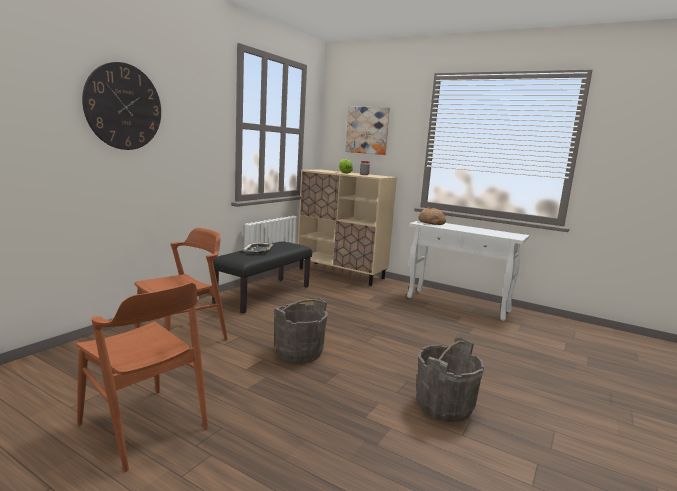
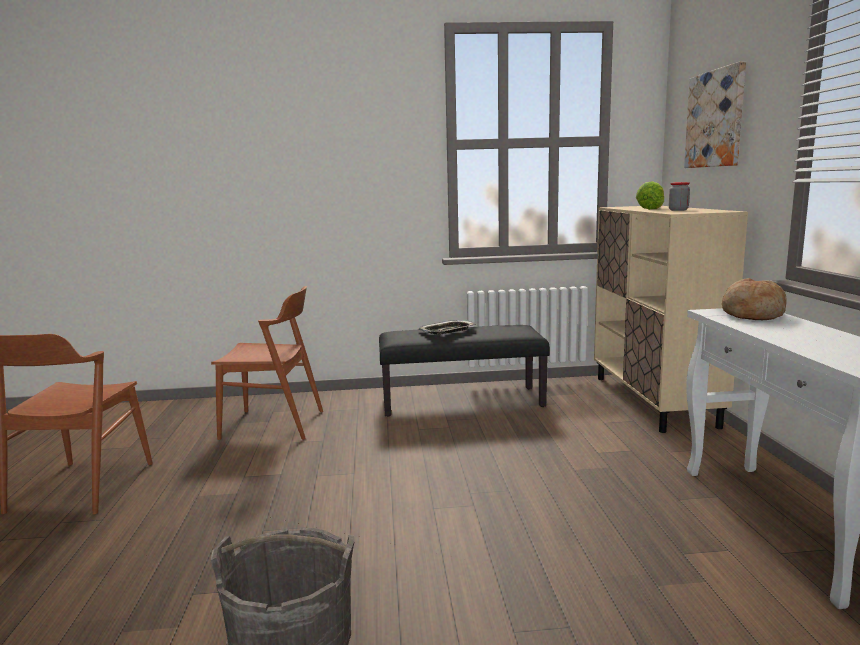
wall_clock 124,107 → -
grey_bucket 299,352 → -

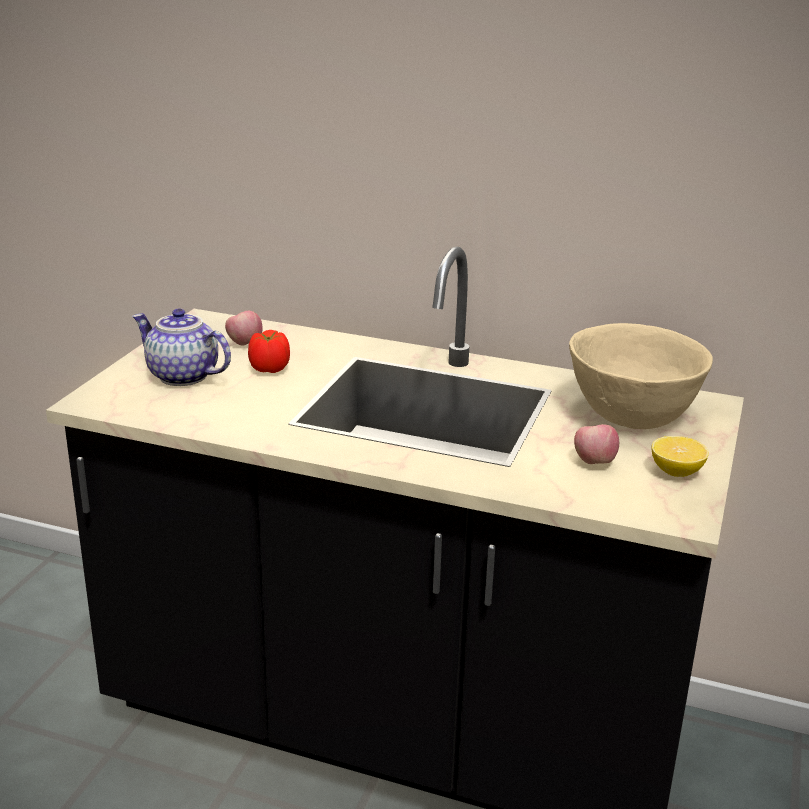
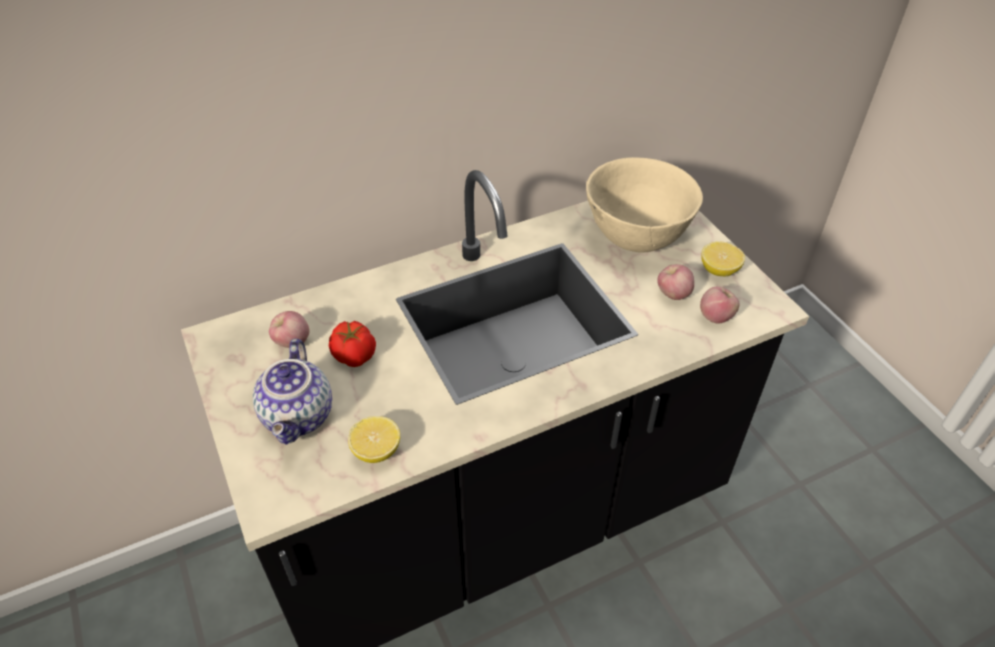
teapot 181,376 → teapot 300,416, 75 degrees counterclockwise
- → lemon 376,451
- → apple 715,317

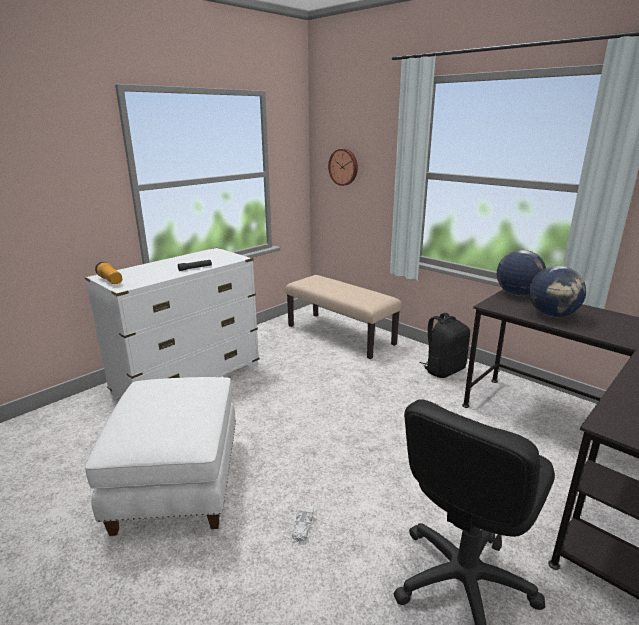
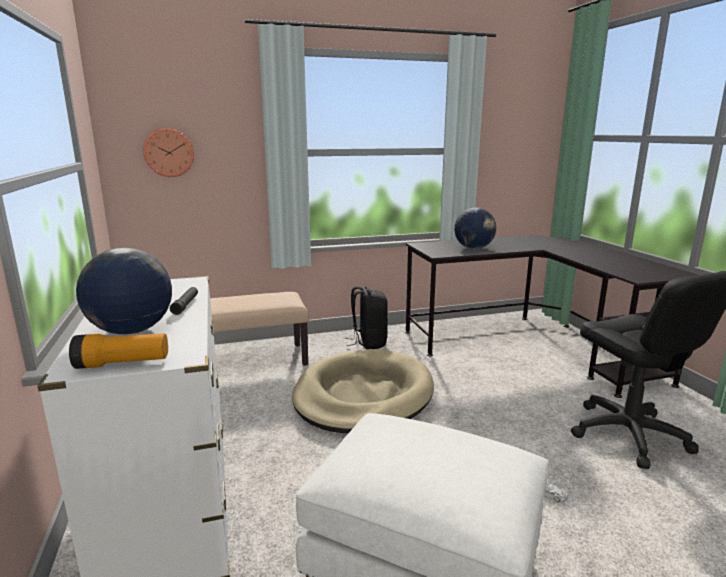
globe 517,294 → globe 131,331, moved
- → beige_dog_bed 363,396

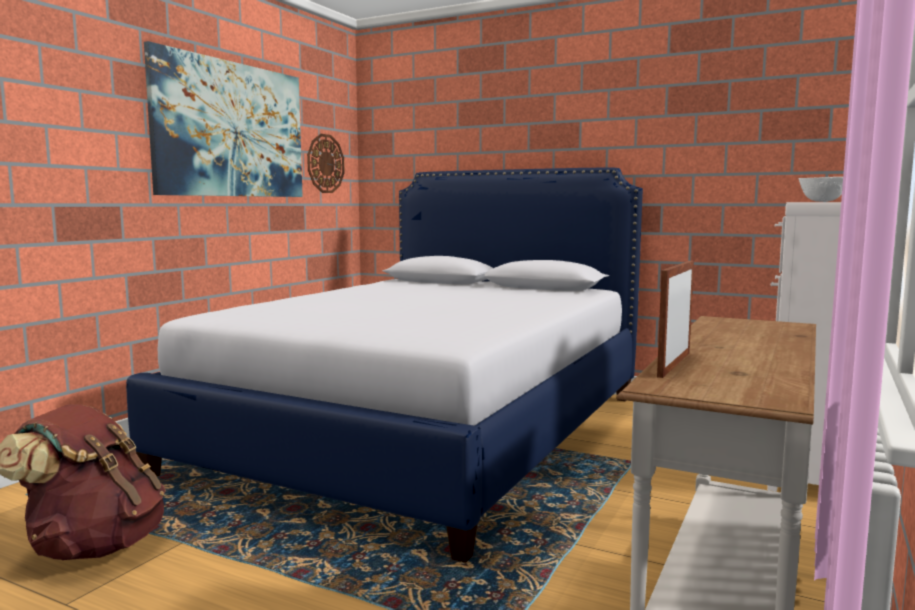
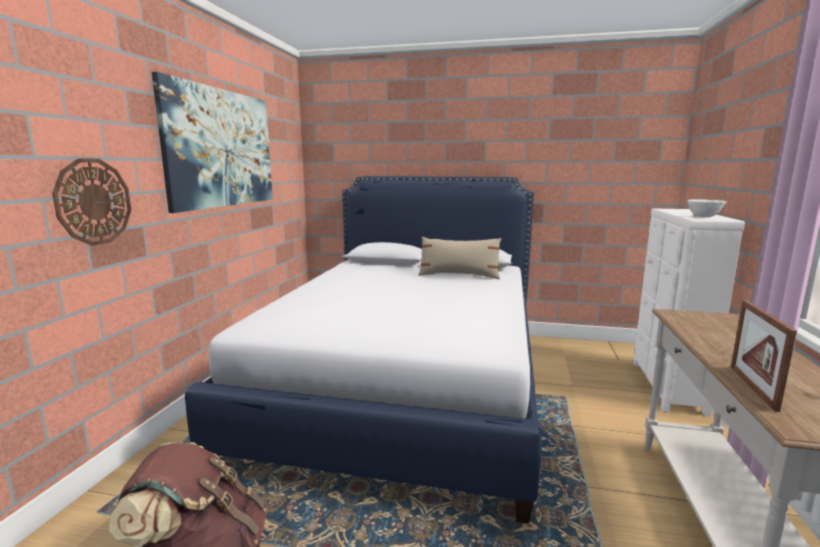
wall_clock 325,163 → wall_clock 93,202, moved
- → beige_pillow 459,276

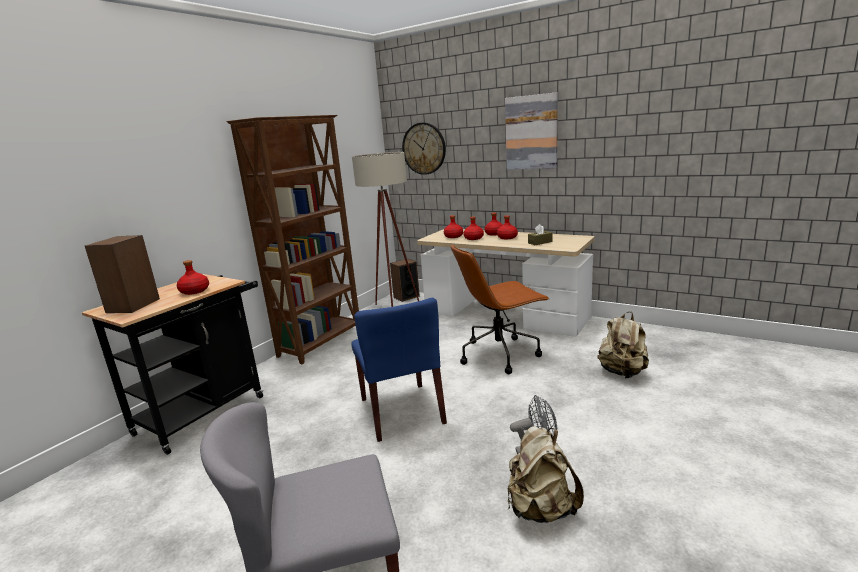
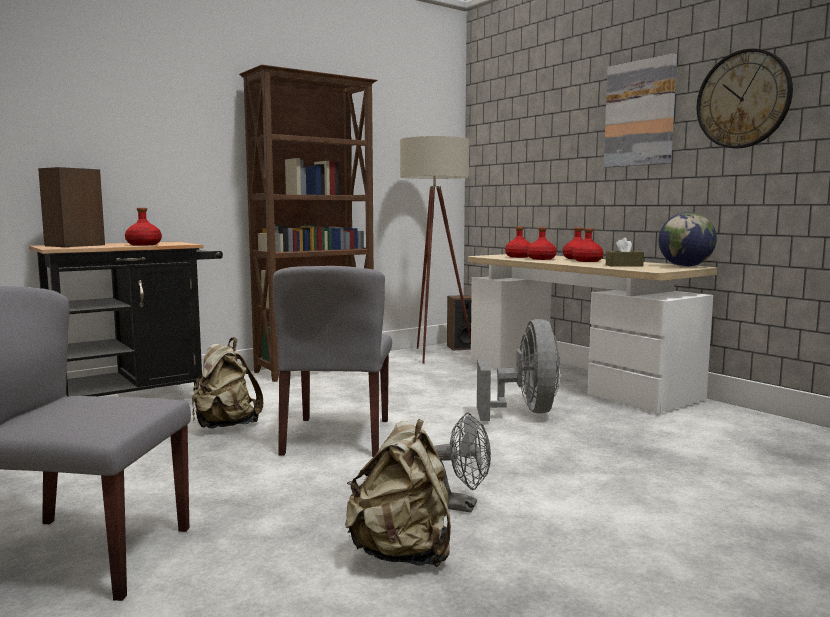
beige_backpack 622,372 → beige_backpack 225,426, moved
blue_chair 402,411 → grey_chair 337,437
brown_office_chair 500,354 → grey_fan 525,412
- → globe 685,266
wall_clock 424,148 → wall_clock 743,99, moved

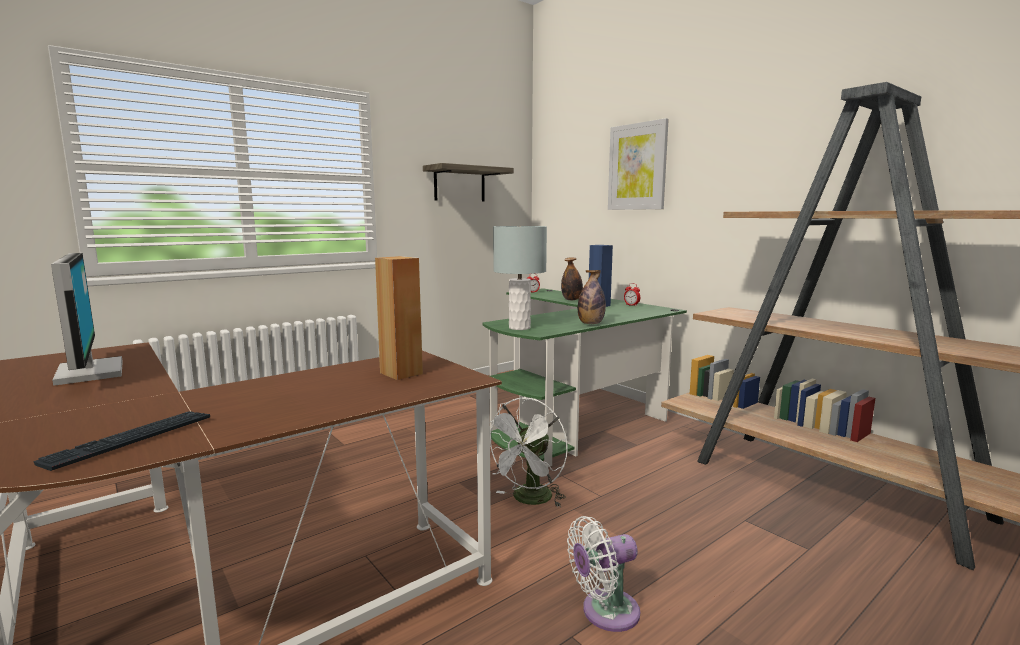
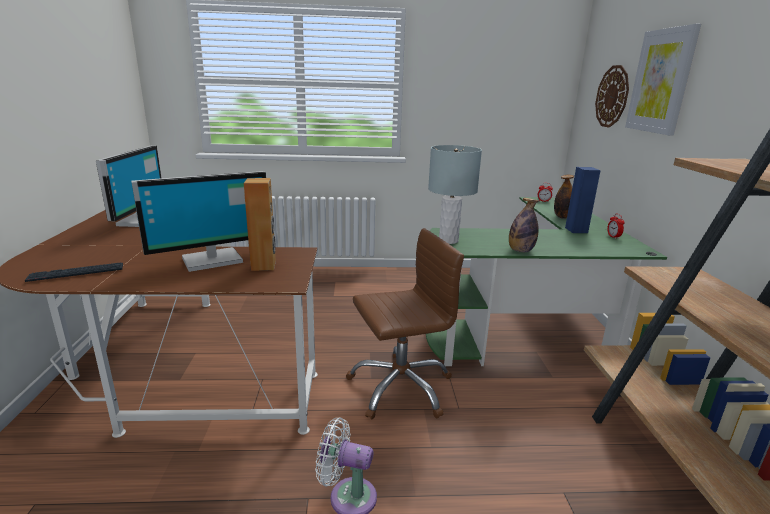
- → monitor 211,259
white_fan 529,500 → brown_office_chair 400,387
- → wall_clock 612,96
shelf 459,184 → -

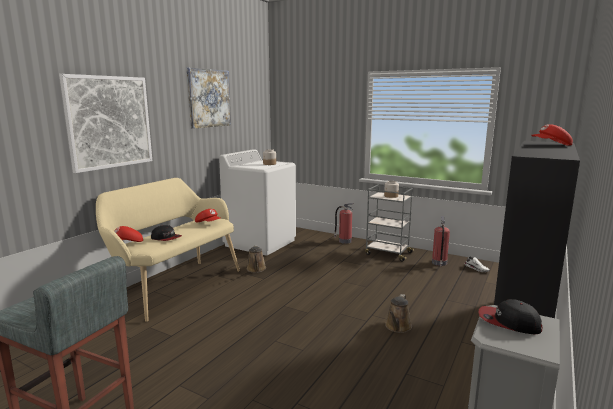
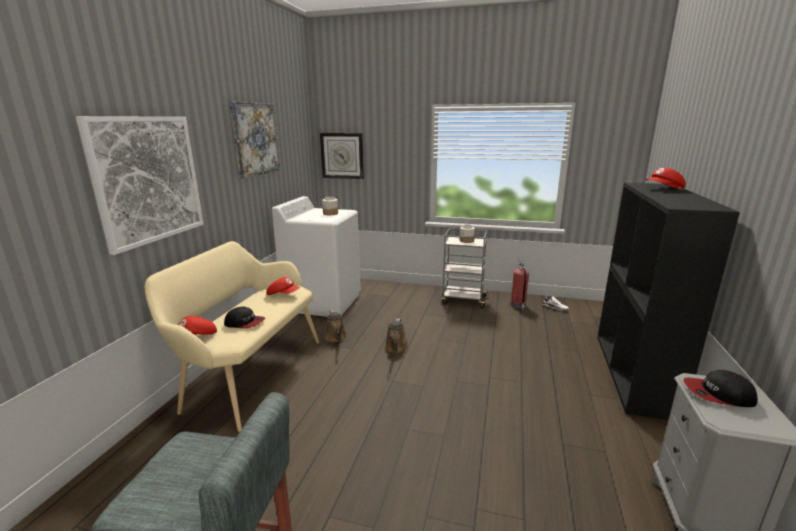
- → wall_clock 342,155
brown_watering_can 397,327 → brown_watering_can 396,348, moved
fire_extinguisher 344,241 → -

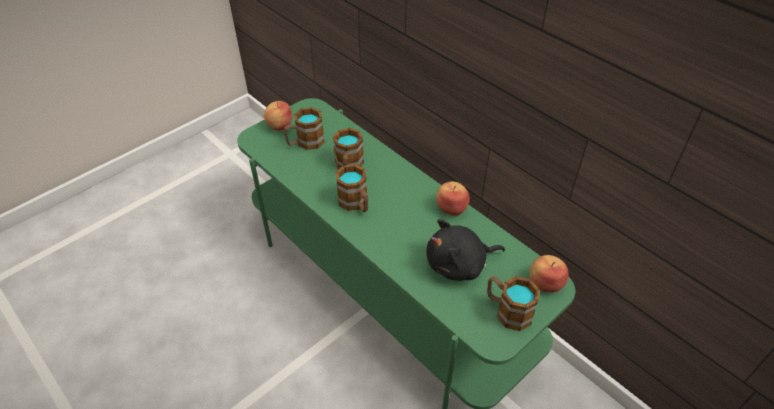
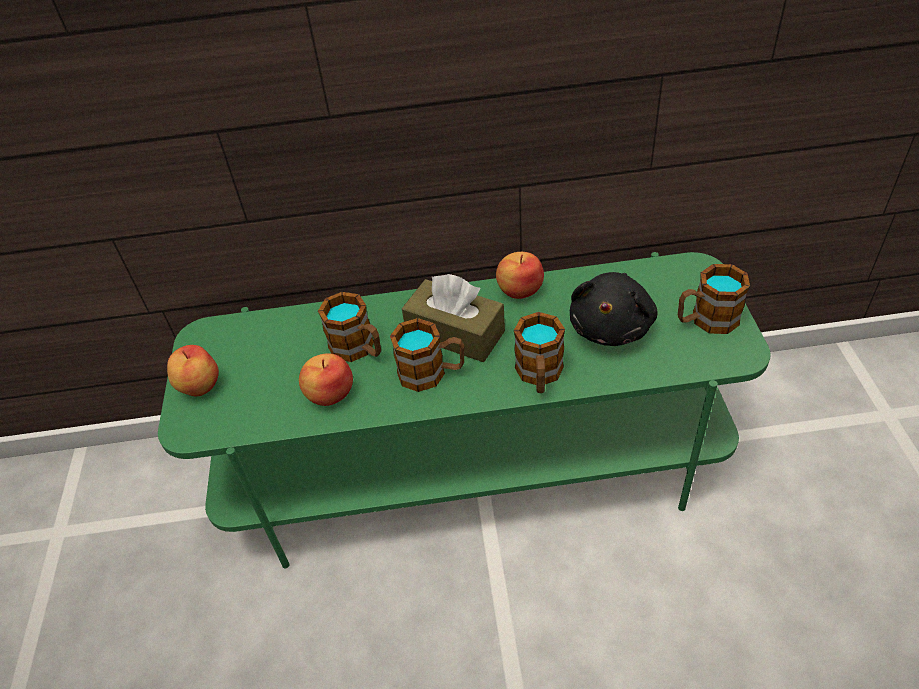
apple 545,283 → apple 330,393, moved
- → brown_tissue_box 455,333
mug 305,143 → mug 539,375, moved

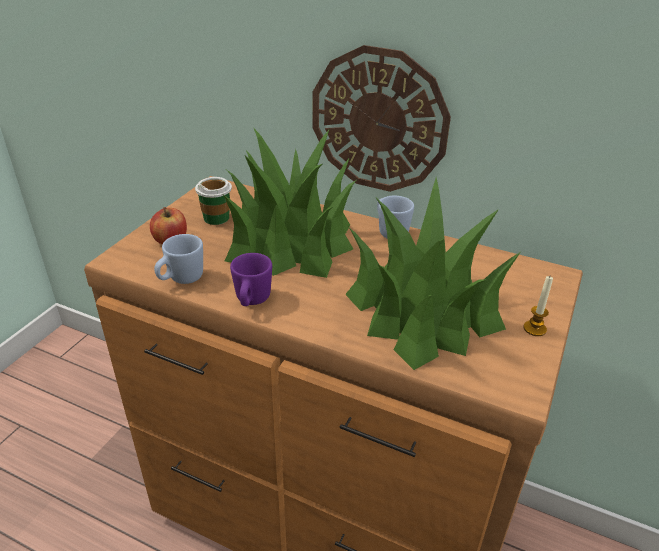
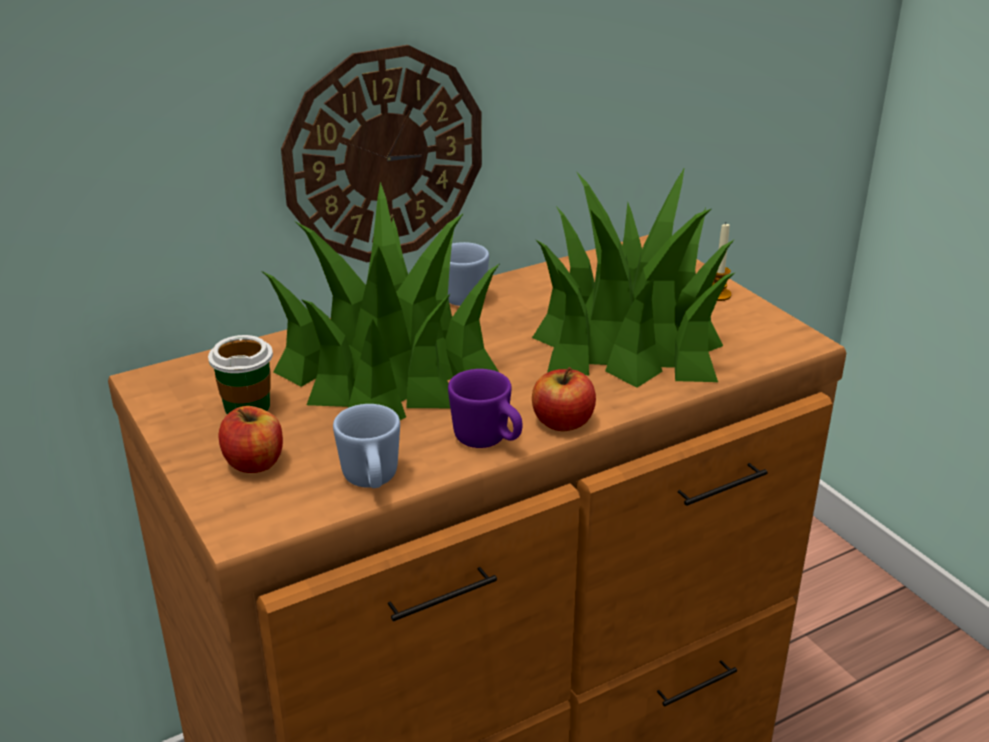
- → apple 562,422

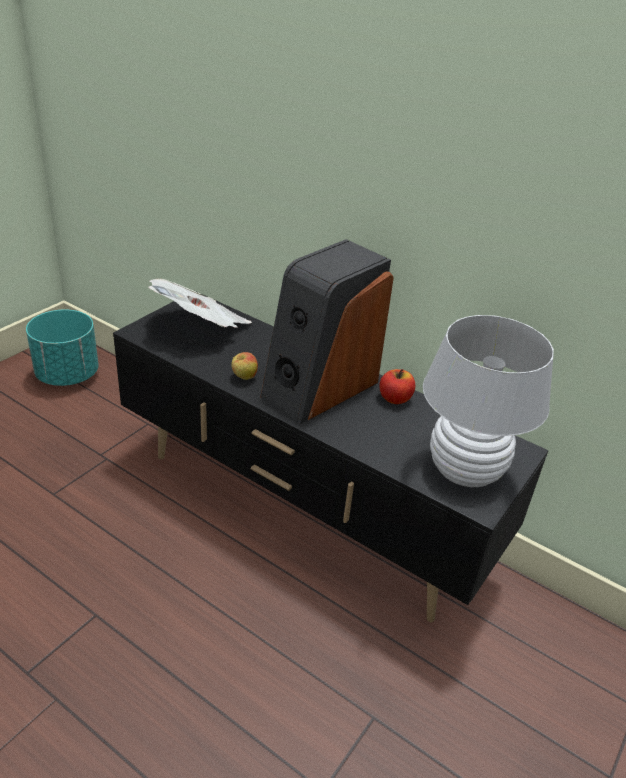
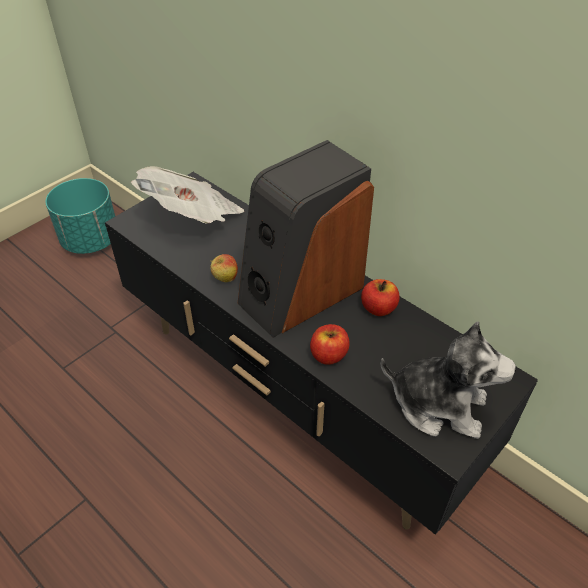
- → apple 328,355
white_table_lamp 464,471 → plush_toy 438,404

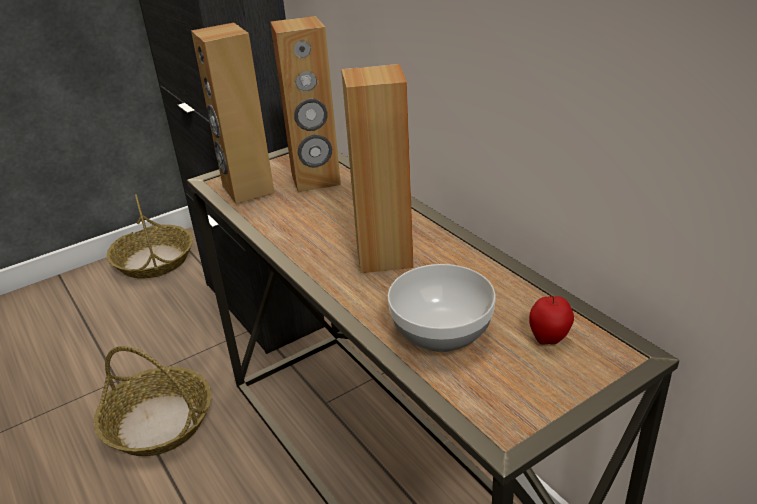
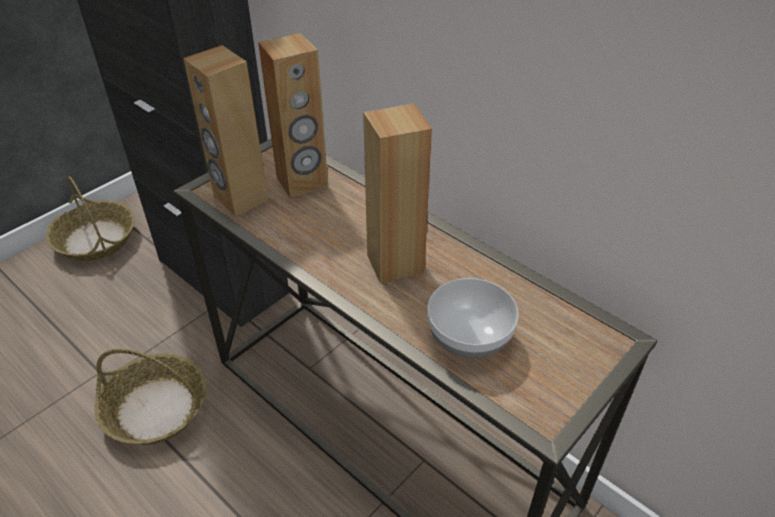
apple 549,339 → -

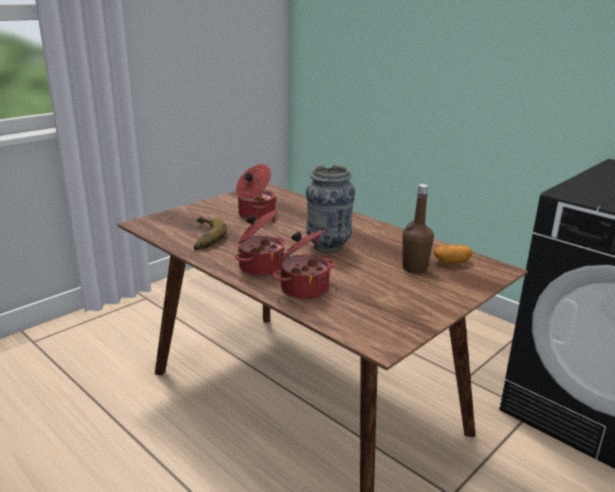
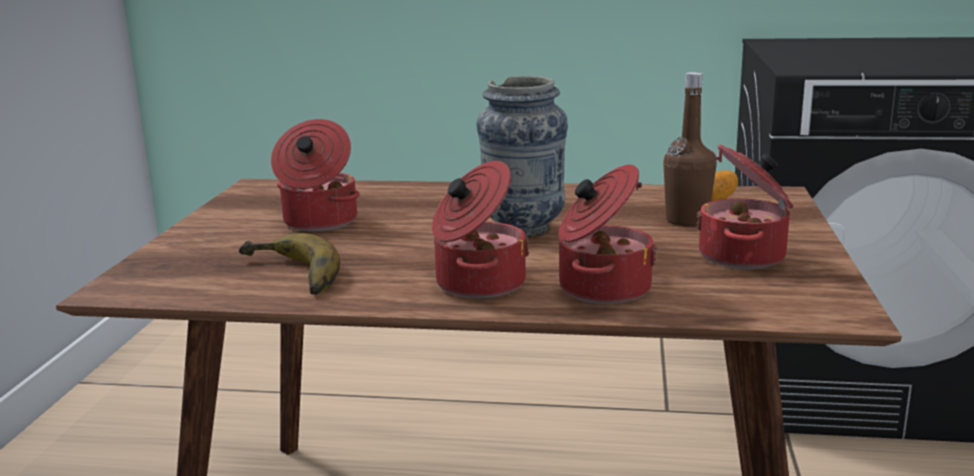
- → cooking_pot 744,256

